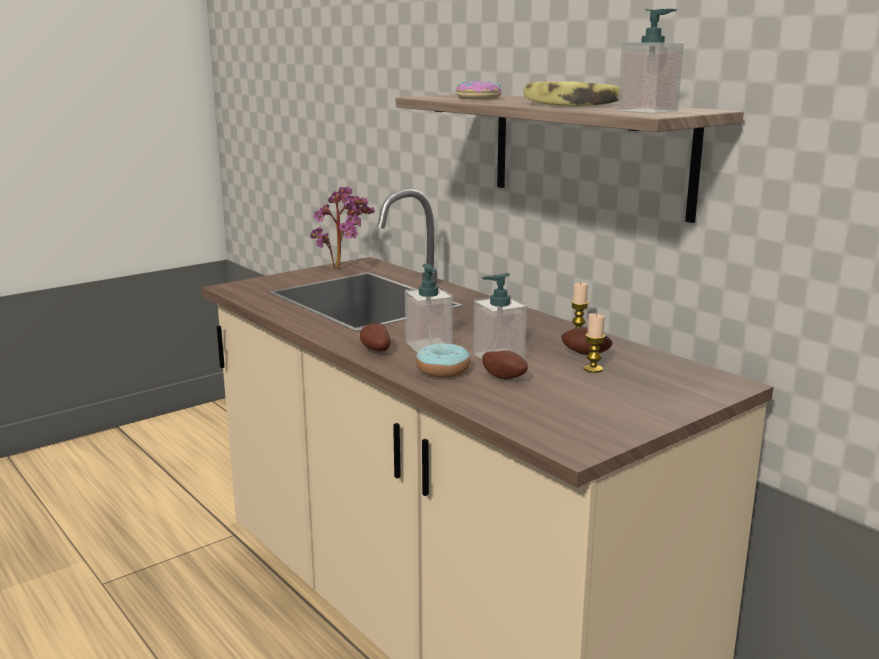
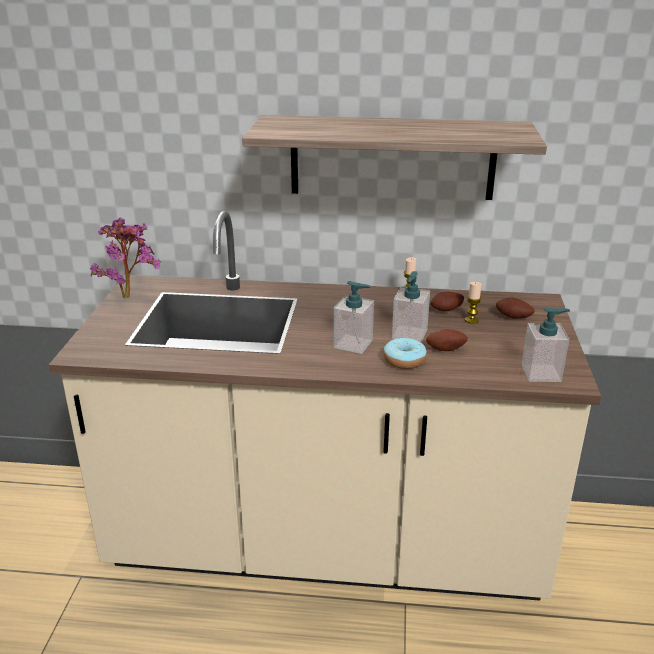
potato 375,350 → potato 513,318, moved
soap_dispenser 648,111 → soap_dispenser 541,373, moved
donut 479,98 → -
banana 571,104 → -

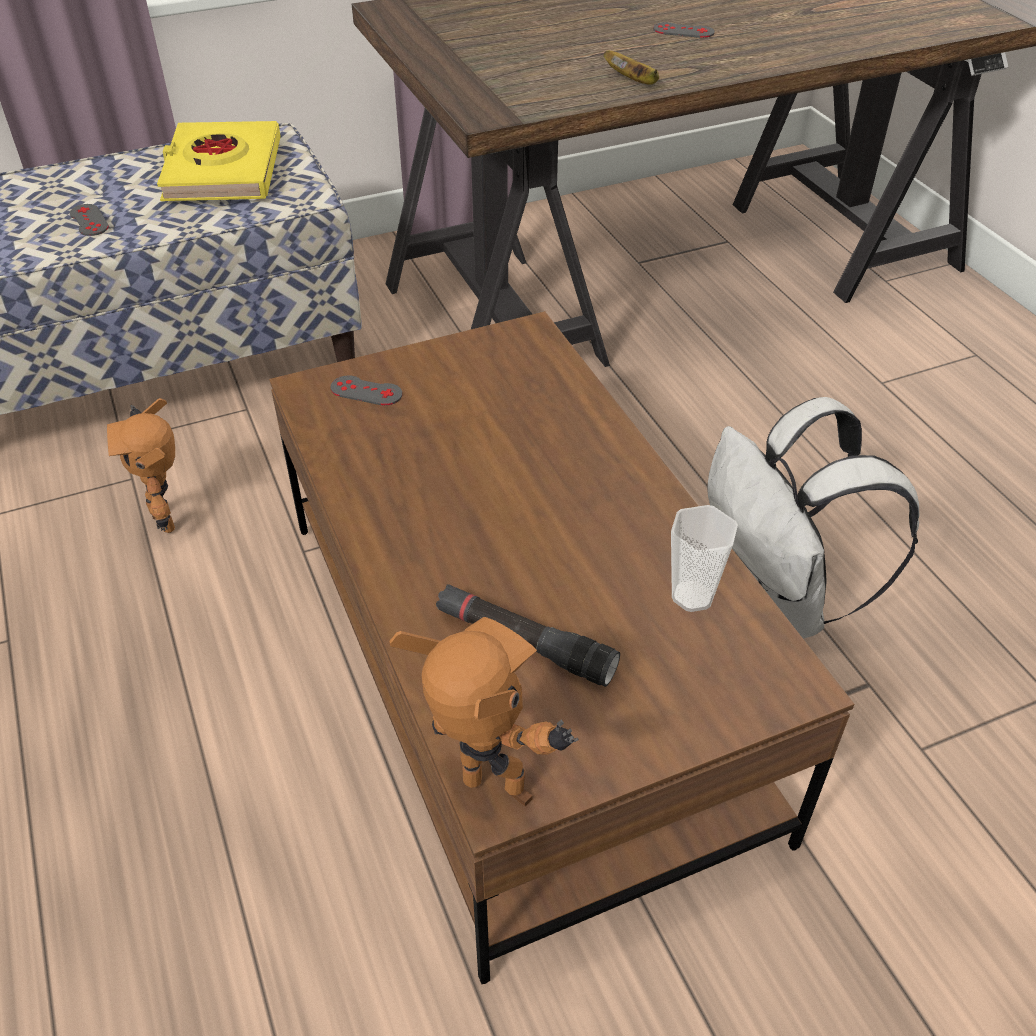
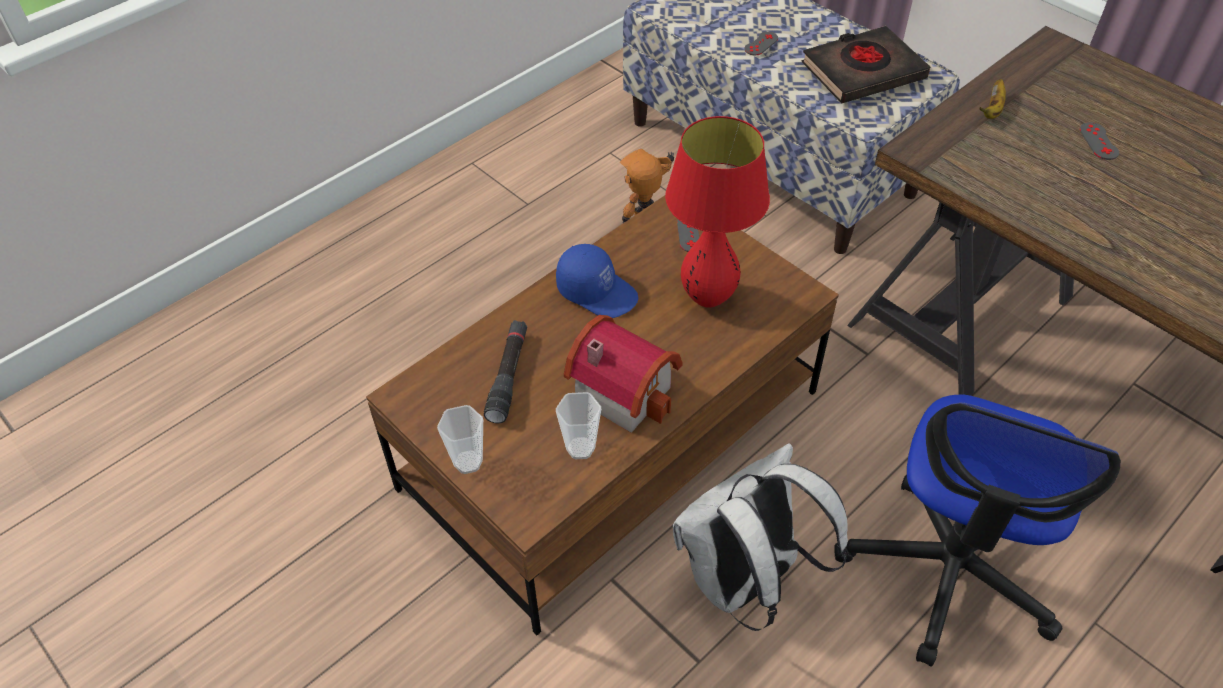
- → cup 468,462
- → blue_cap 597,291
- → toy_house 624,388
- → red_table_lamp 707,298
yellow_book 222,171 → black_book 862,72
- → office_chair 948,570
banana 633,81 → banana 992,110, moved
grey_game_controller 683,31 → grey_game_controller 1098,141, moved
toy_robot 493,799 → -

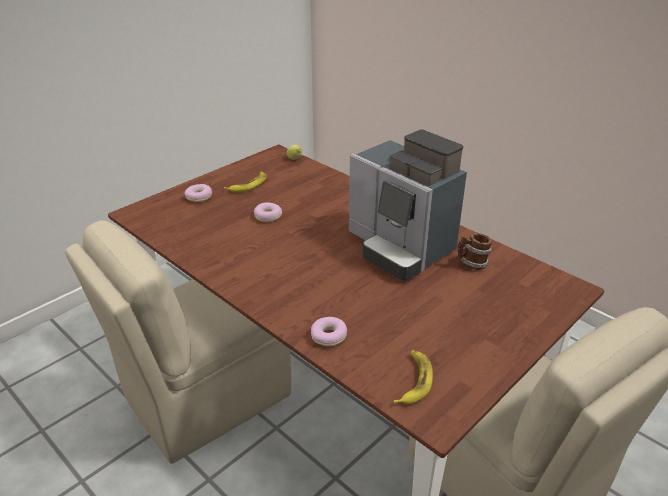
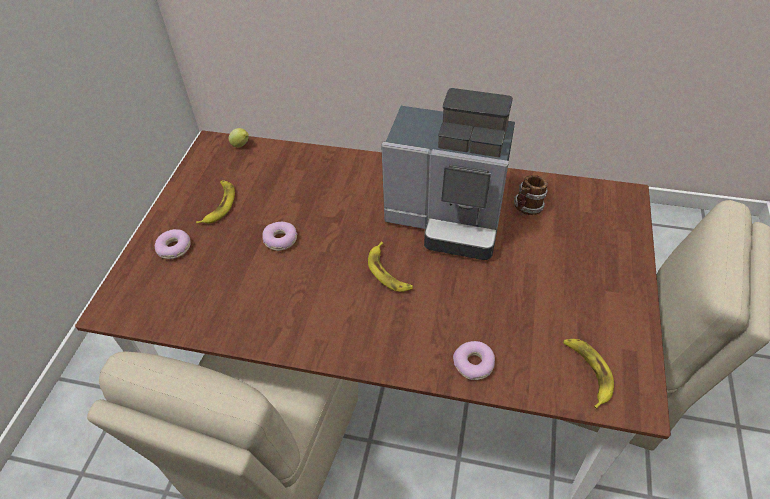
- → banana 389,272

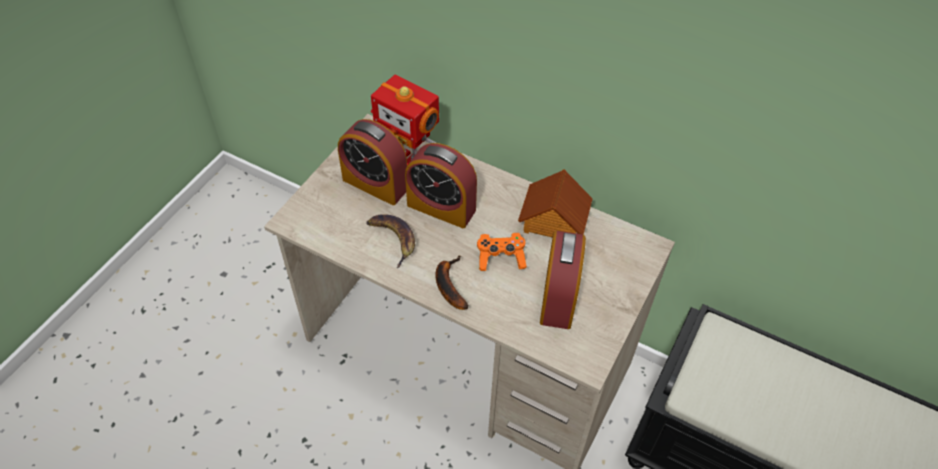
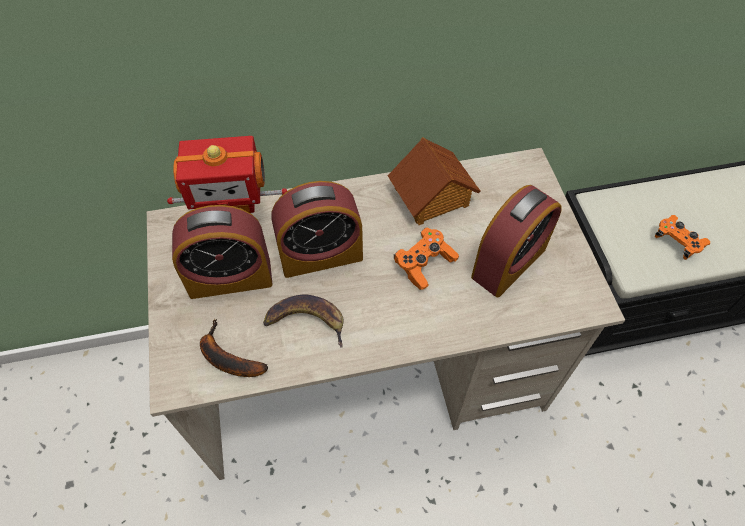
banana 448,285 → banana 226,357, moved
alarm_clock 558,297 → alarm_clock 508,262, 75 degrees clockwise
- → orange_game_controller 677,242

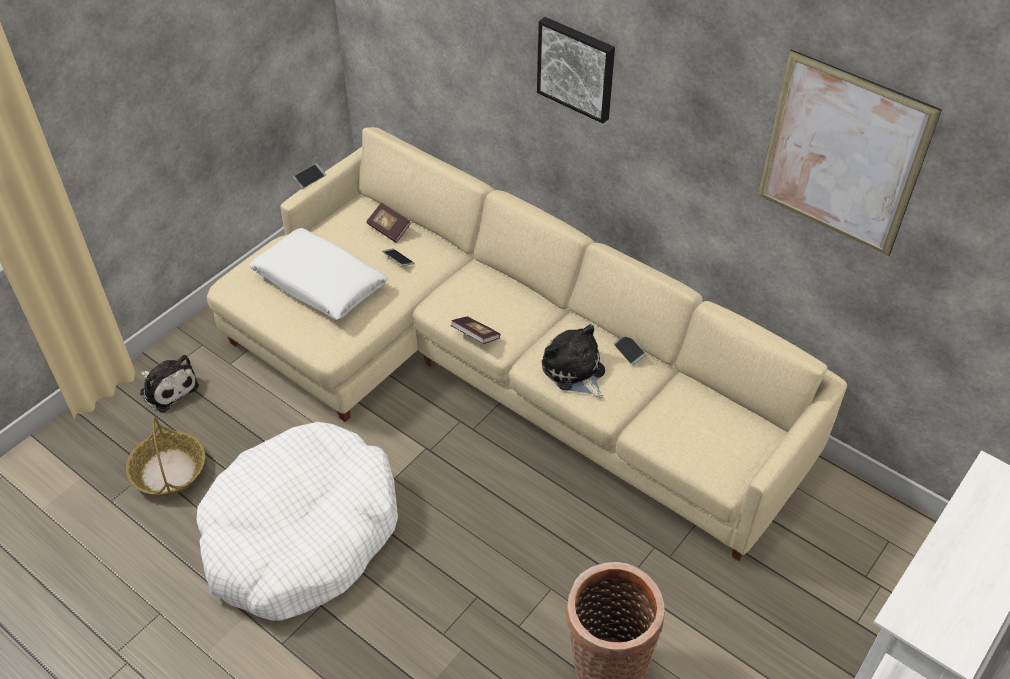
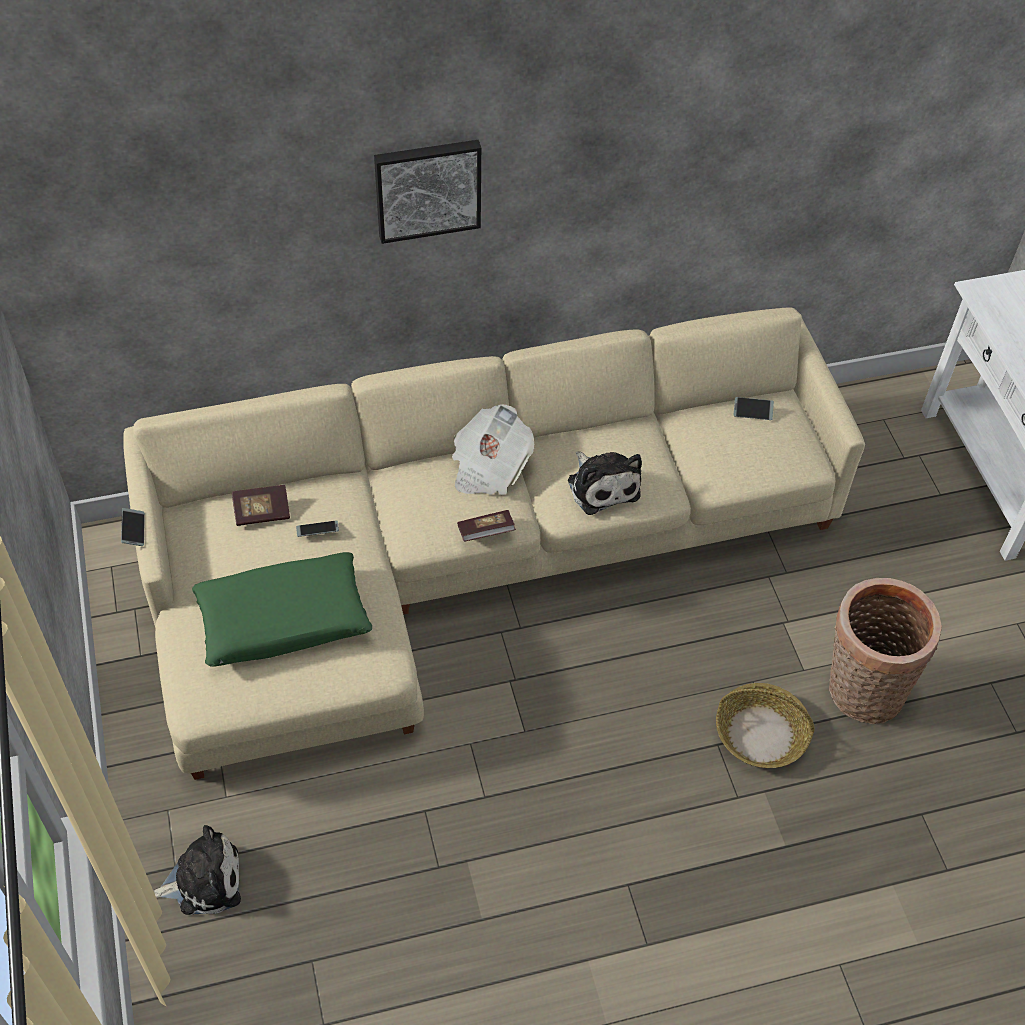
white_pillow 319,283 → green_pillow 283,620
- → newspaper 488,467
plush_toy 574,371 → plush_toy 602,485, 120 degrees counterclockwise
basket 169,471 → basket 761,734, moved
phone 629,352 → phone 752,411, moved
white_dog_bed 301,534 → -
picture 842,155 → -

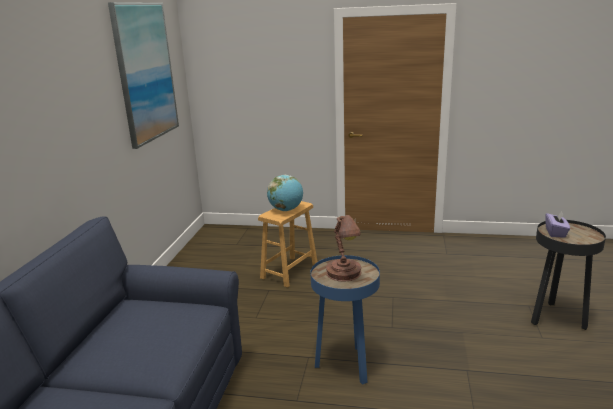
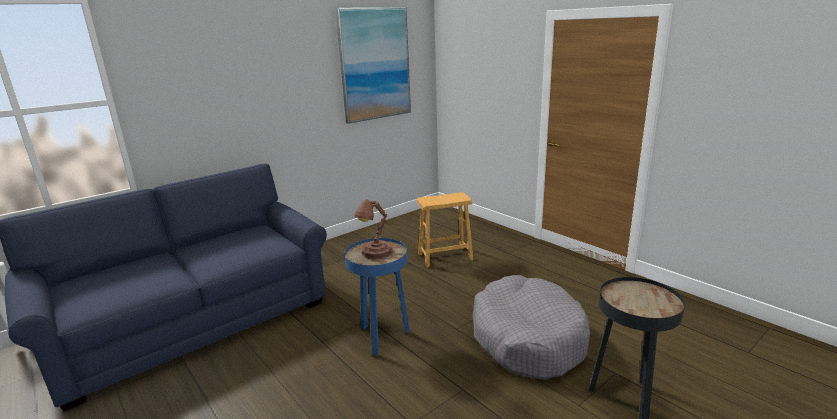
- → grey_dog_bed 527,338
globe 286,210 → -
purple_tissue_box 556,232 → -

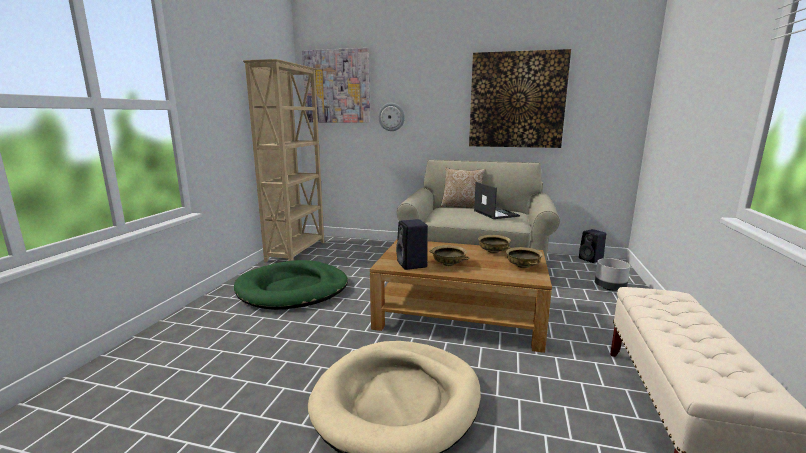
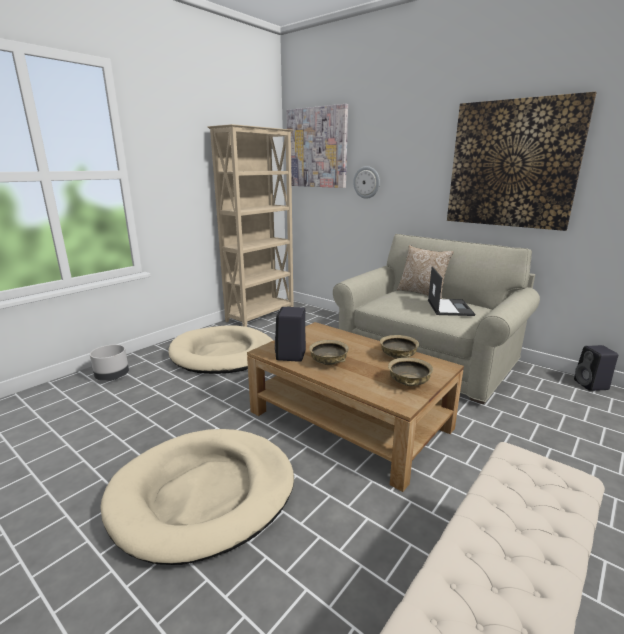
grey_planter 610,288 → grey_planter 112,377, moved
green_dog_bed 293,289 → beige_dog_bed 223,354

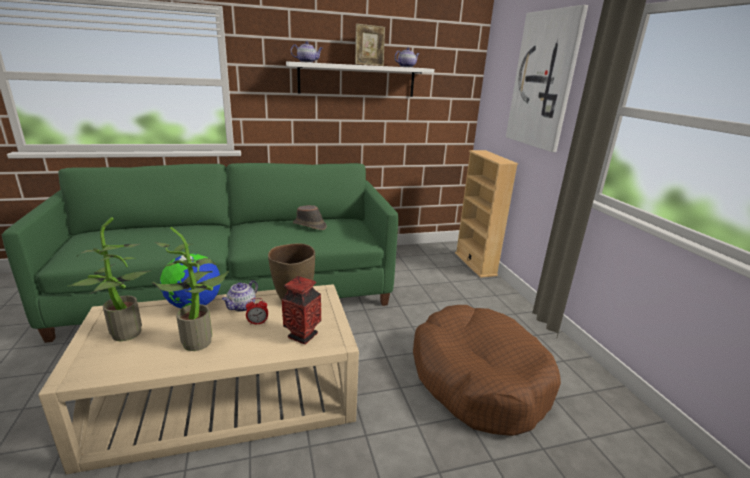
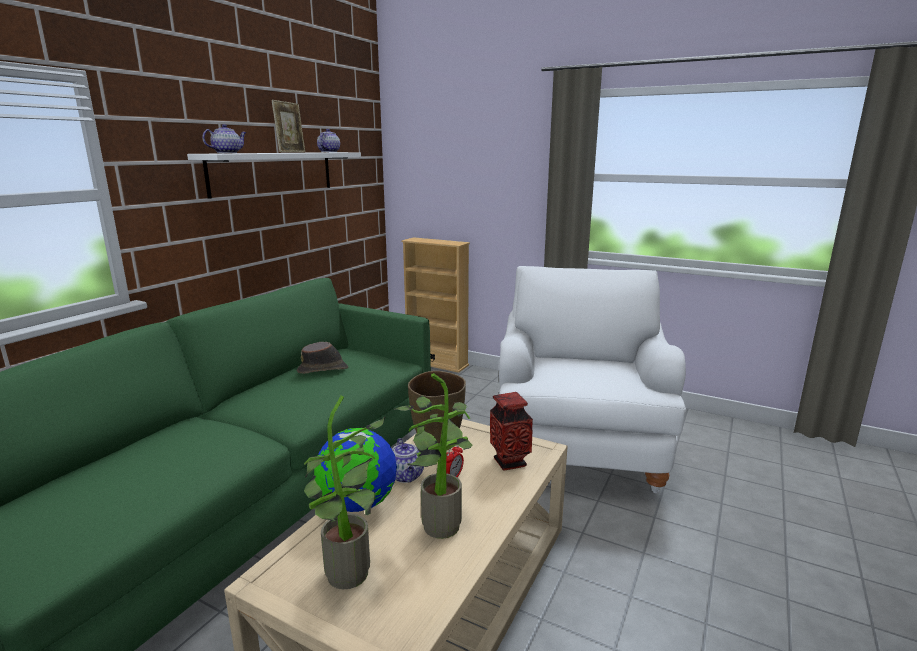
brown_dog_bed 478,379 → white_armchair 578,446
picture 544,80 → -

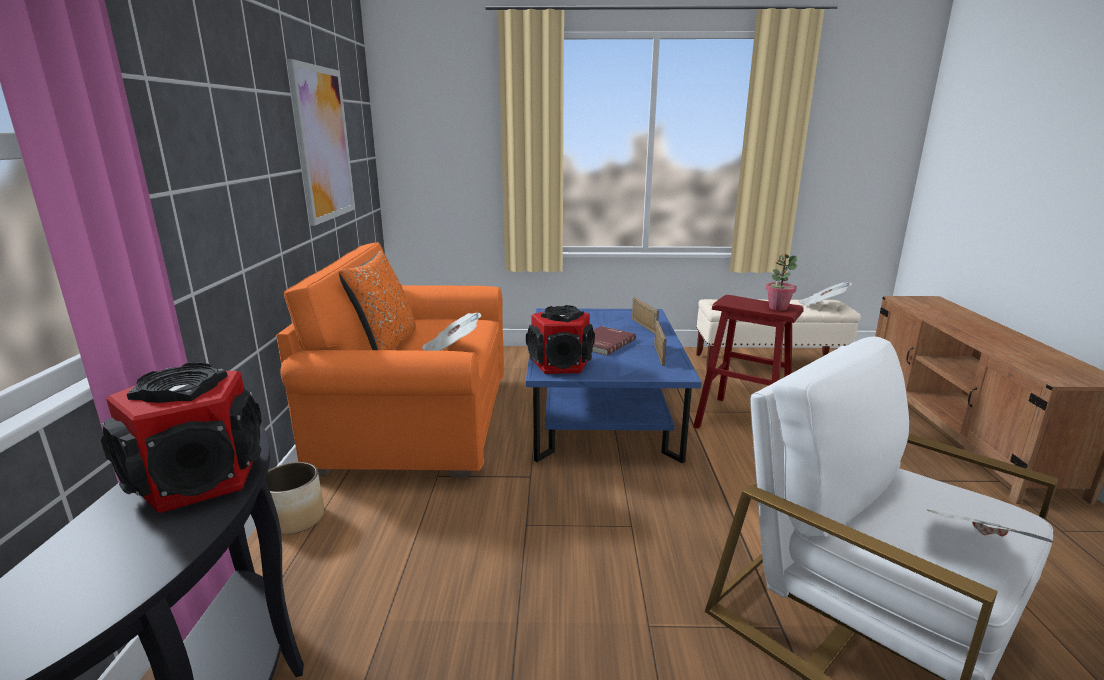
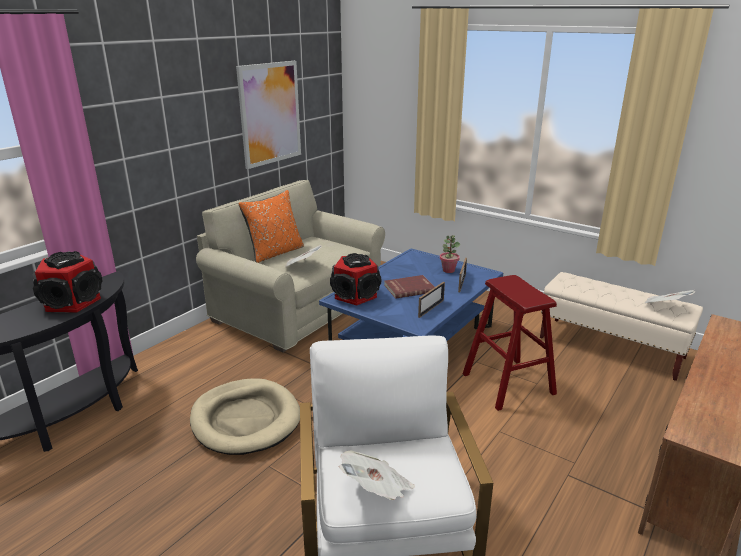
- → beige_dog_bed 245,419
orange_sofa 418,420 → beige_sofa 298,308
potted_plant 777,307 → potted_plant 448,270, moved
planter 295,519 → -

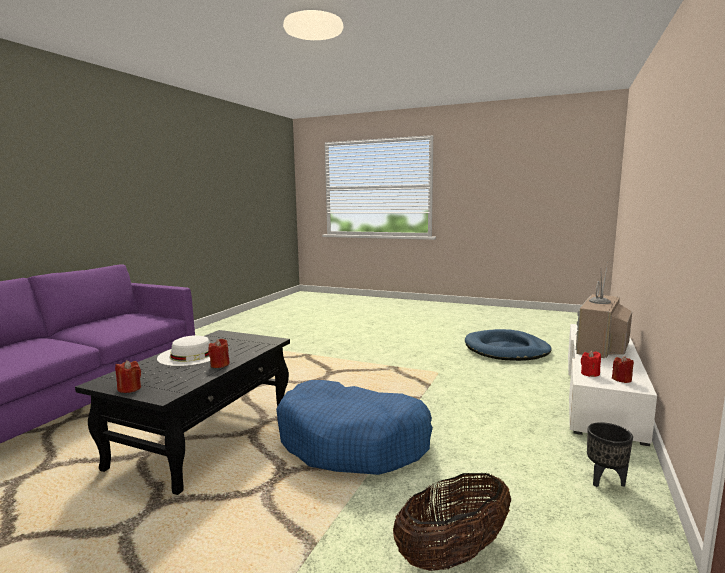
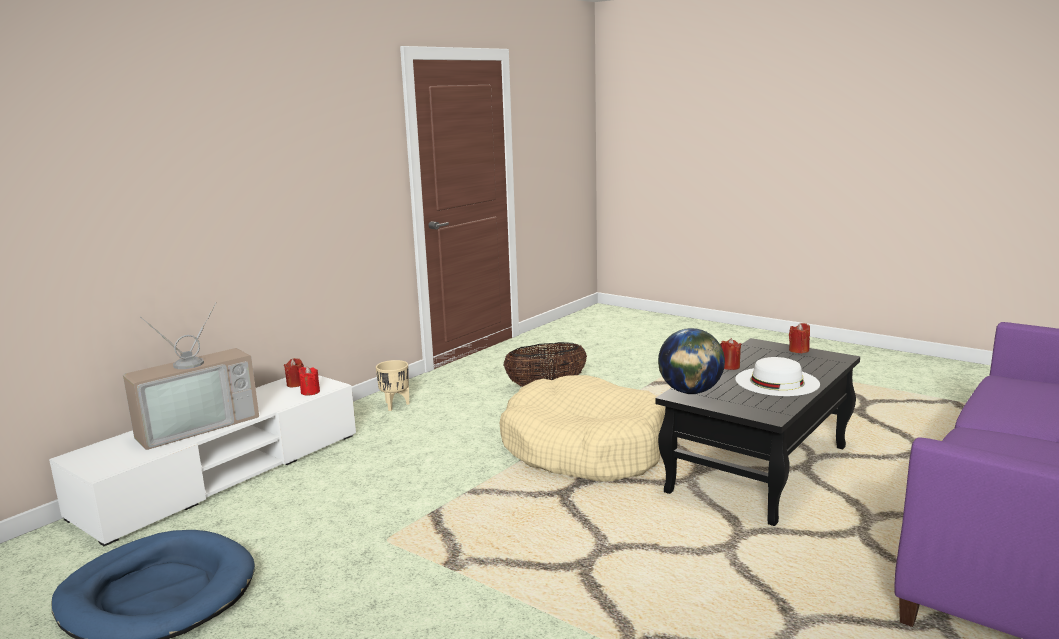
black_planter 605,481 → beige_planter 395,405
blue_dog_bed 353,442 → beige_dog_bed 583,449
- → globe 690,392

